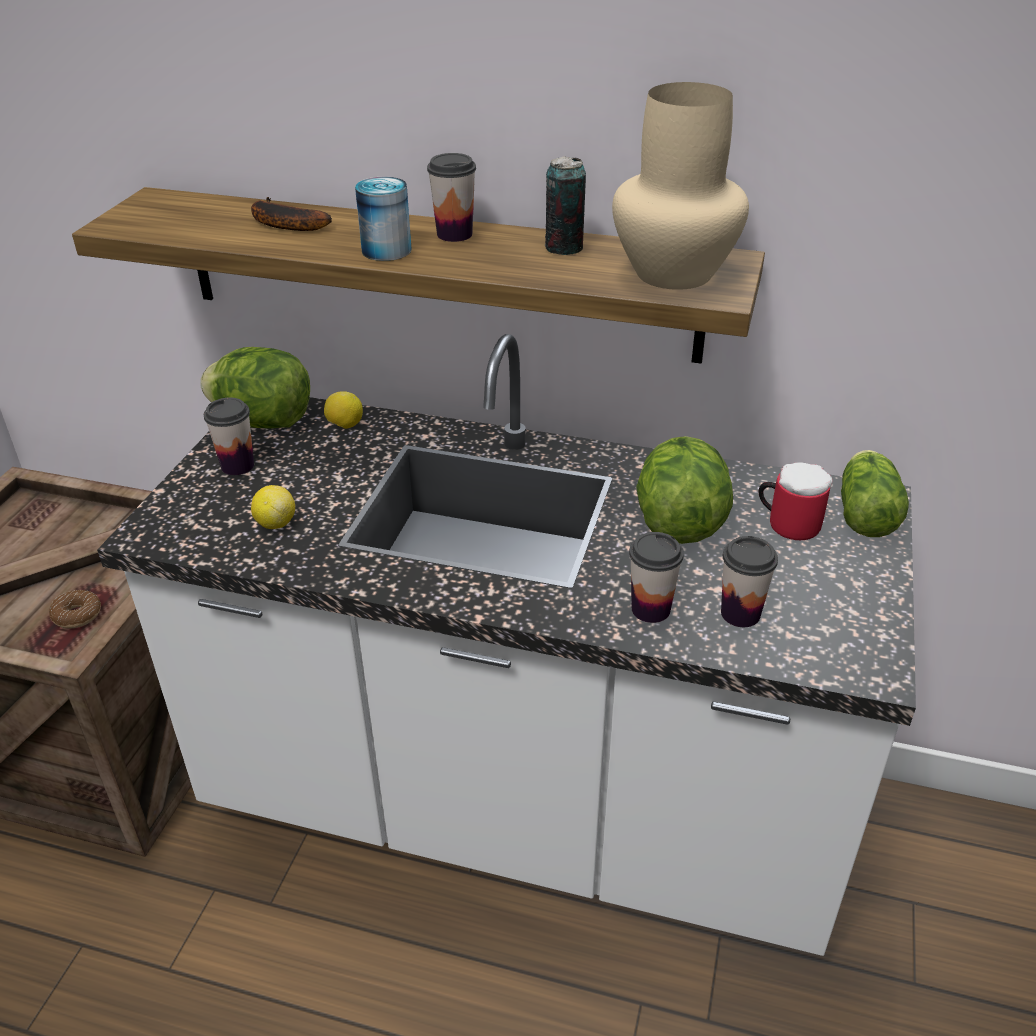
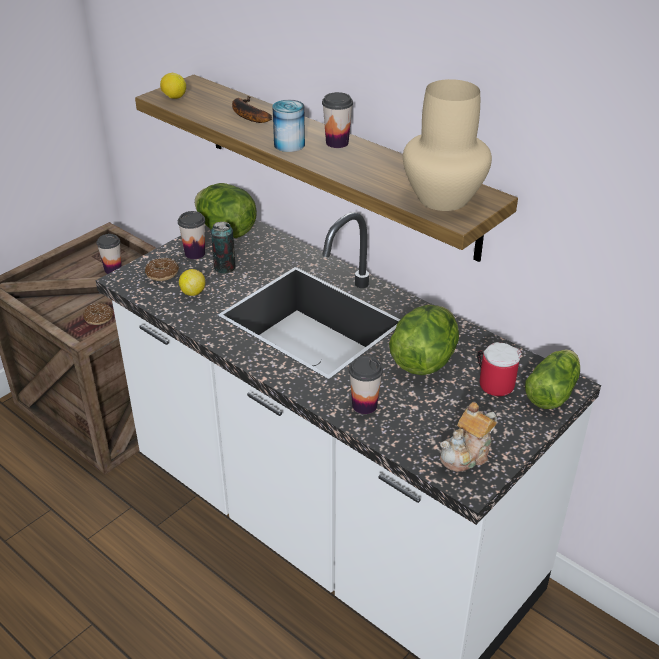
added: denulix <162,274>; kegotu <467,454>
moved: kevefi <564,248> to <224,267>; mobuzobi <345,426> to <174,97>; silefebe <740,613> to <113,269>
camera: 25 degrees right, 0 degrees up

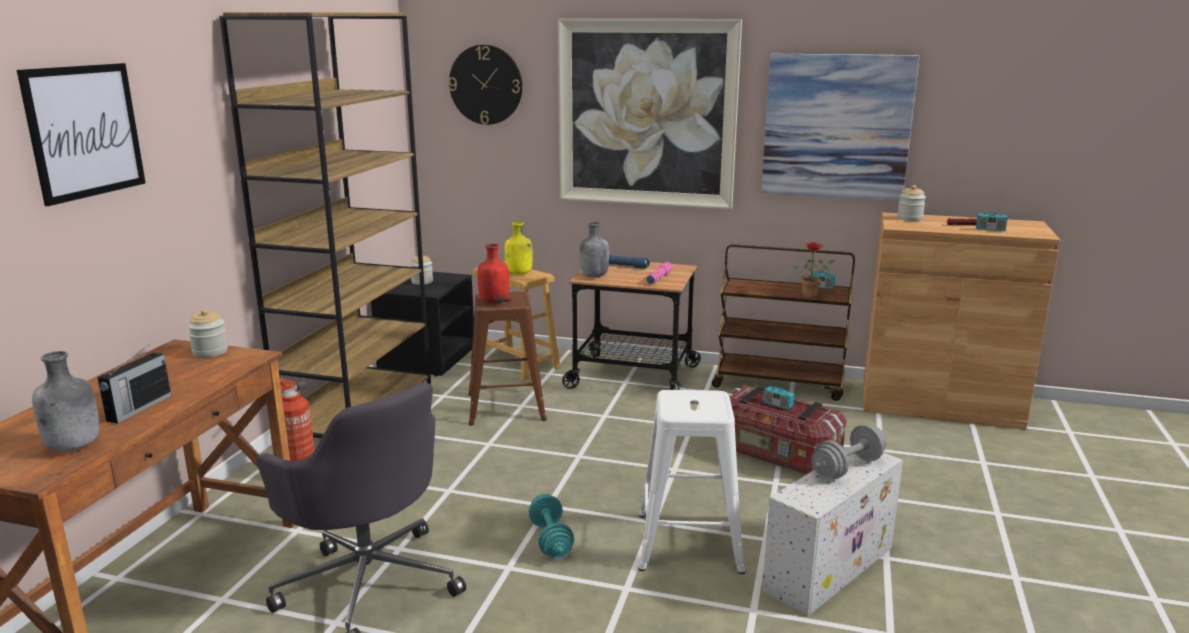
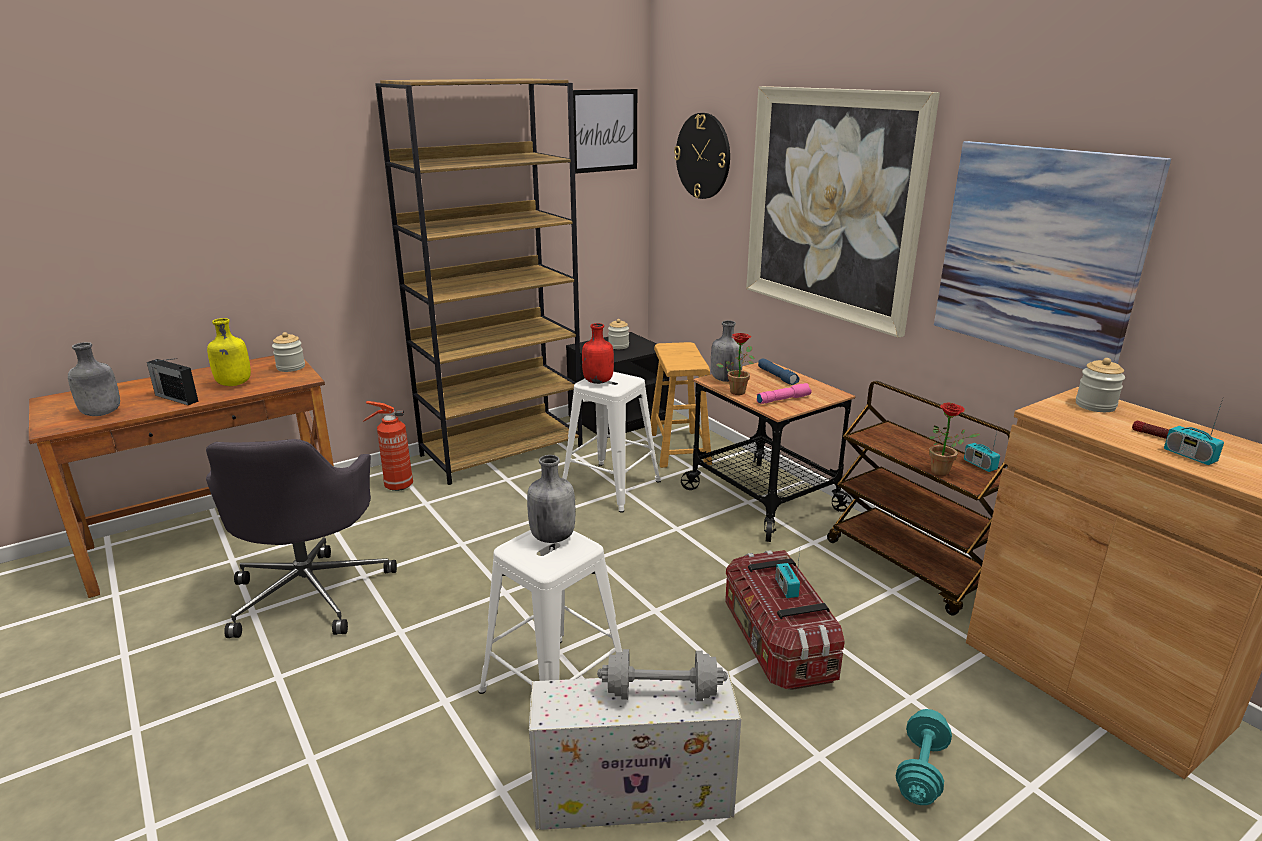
added: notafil <738,391>; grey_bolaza <552,536>
moved: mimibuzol <85,131> to <604,131>; yellow_bolaza <519,273> to <234,384>; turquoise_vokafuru <550,540> to <921,771>
recoloured: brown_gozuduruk <505,407> to white_gozuduruk <609,486>
turned: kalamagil <138,408> = <176,398> 60 degrees clockwise
camera: 40 degrees right, 5 degrees up

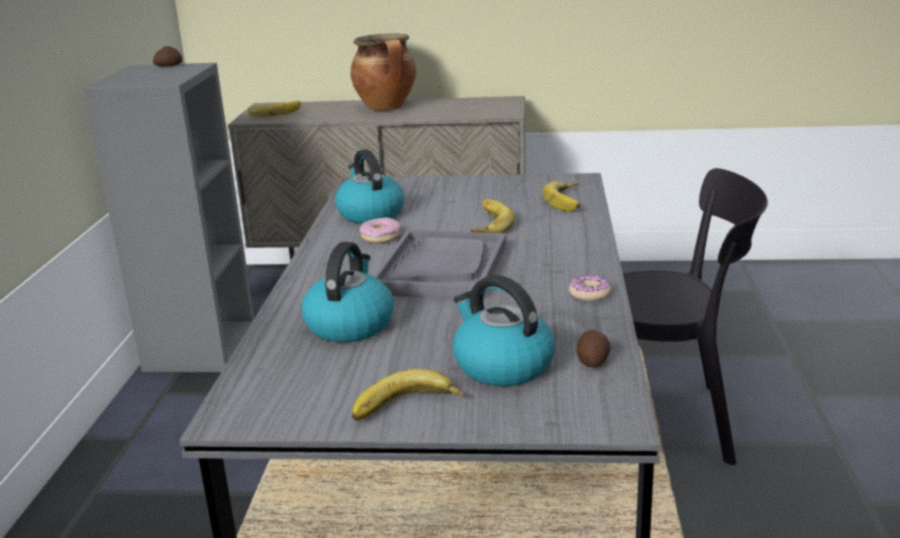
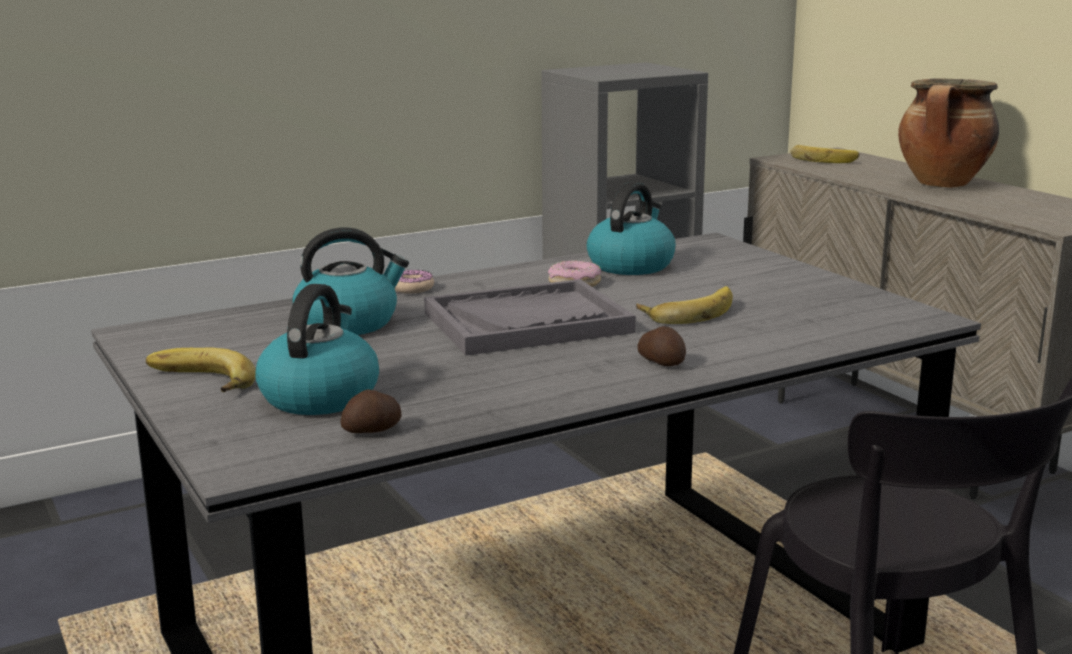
removed: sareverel <569,201>
moved: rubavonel <169,65> to <662,362>; denulix <590,294> to <411,288>
camera: 55 degrees right, 5 degrees down

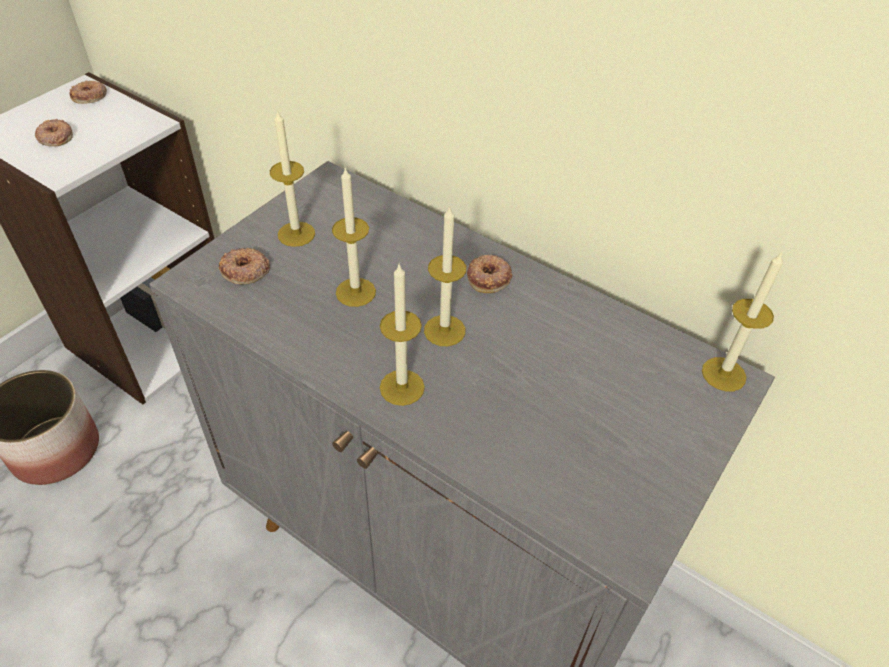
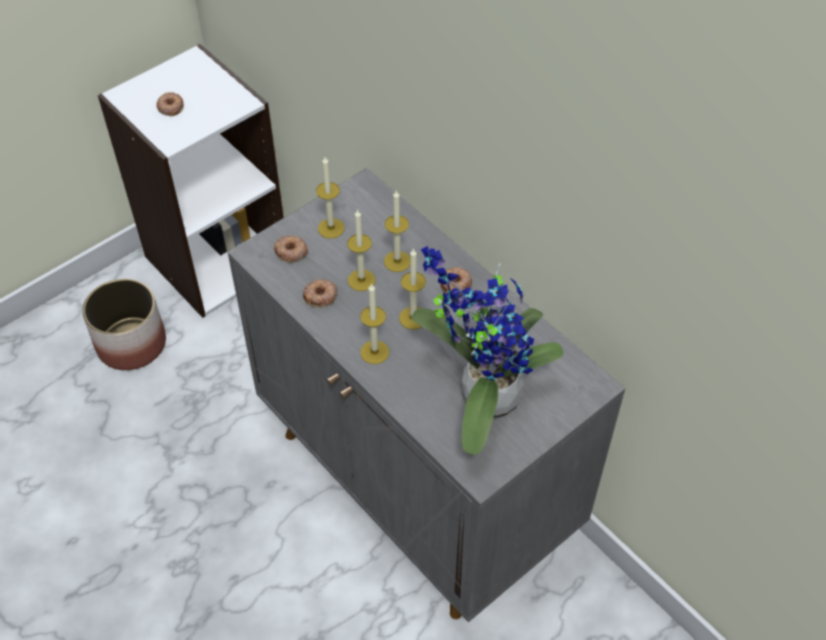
added: notafil <482,396>
moved: denulix <90,96> to <320,296>; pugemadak <723,374> to <397,261>
camera: 15 degrees right, 5 degrees up

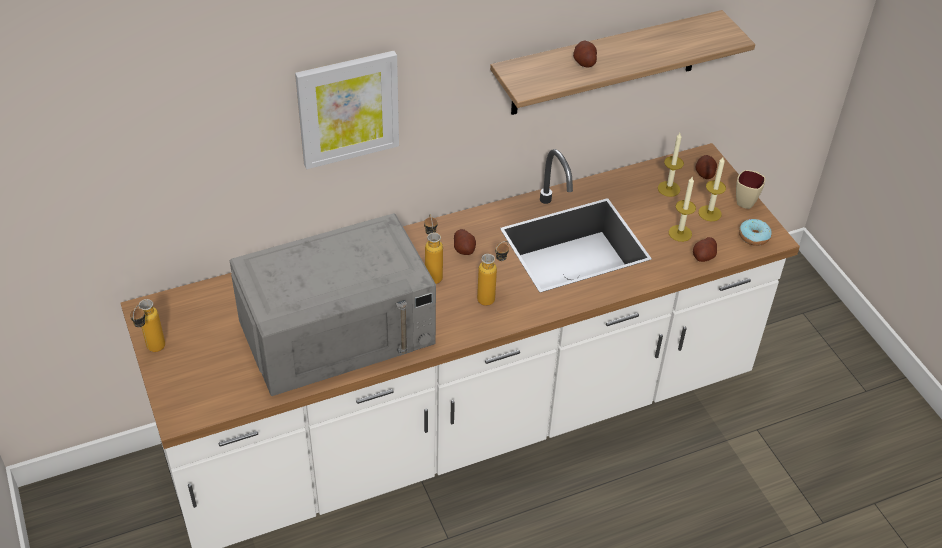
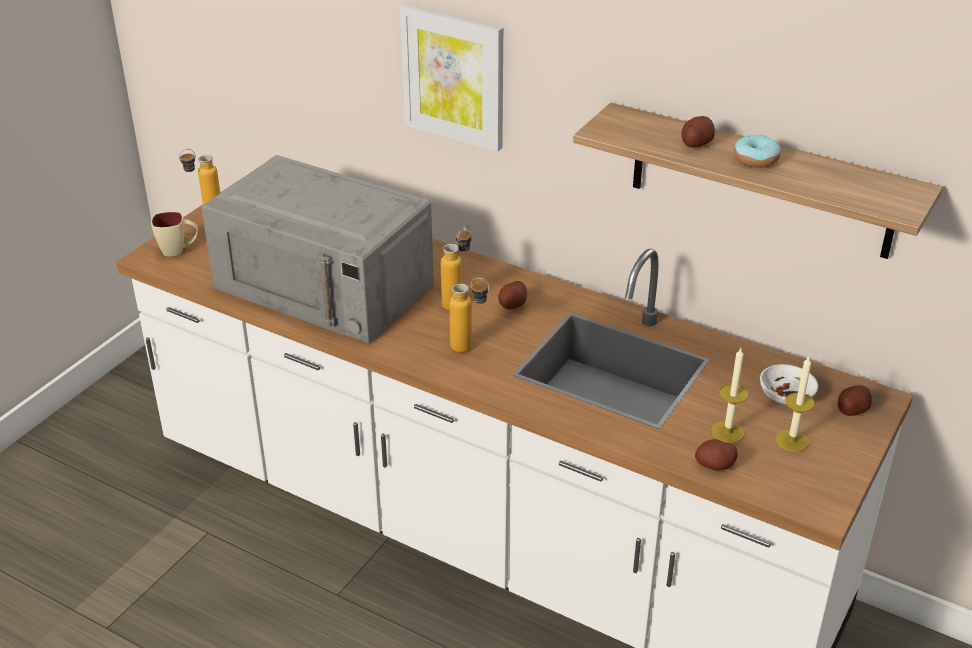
moved: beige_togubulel <747,200> to <179,251>; denulix <754,237> to <756,159>
replaced: pugemadak <668,189> to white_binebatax <786,394>
camera: 55 degrees right, 10 degrees down

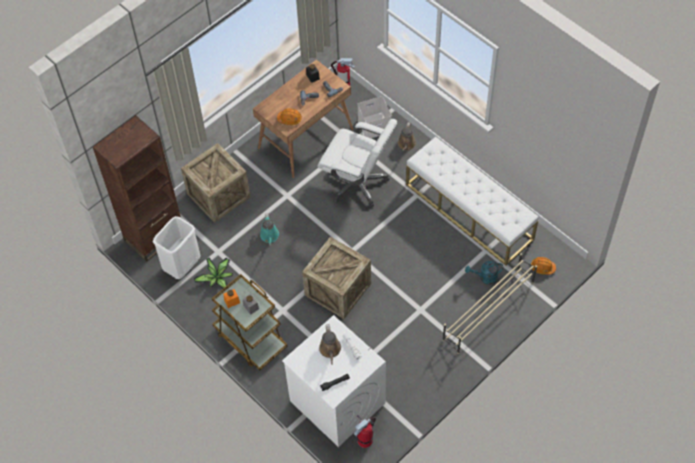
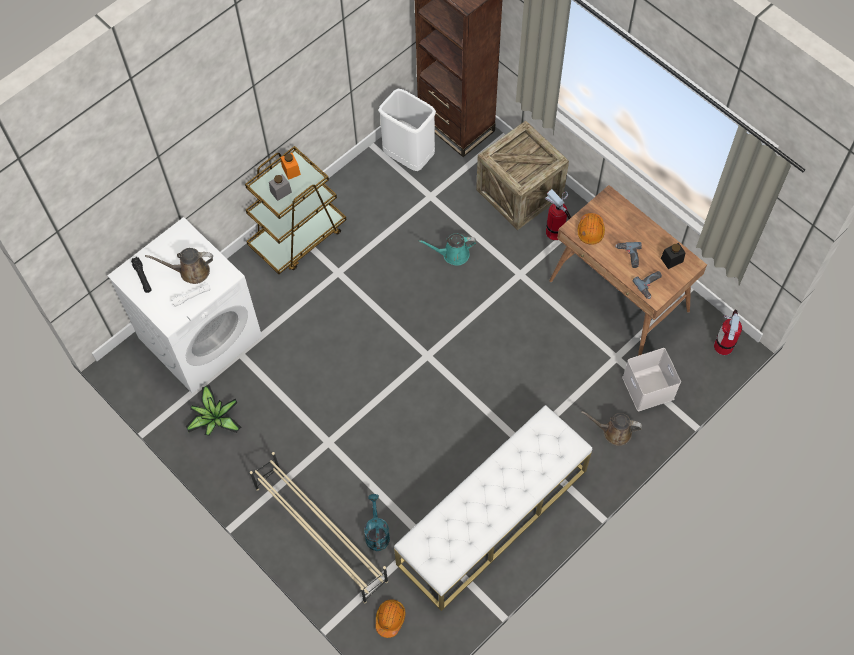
removed: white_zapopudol <357,183>; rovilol <338,289>
moved: notafil <217,278> to <214,419>; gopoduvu <365,440> to <555,232>
camera: 90 degrees right, 5 degrees up

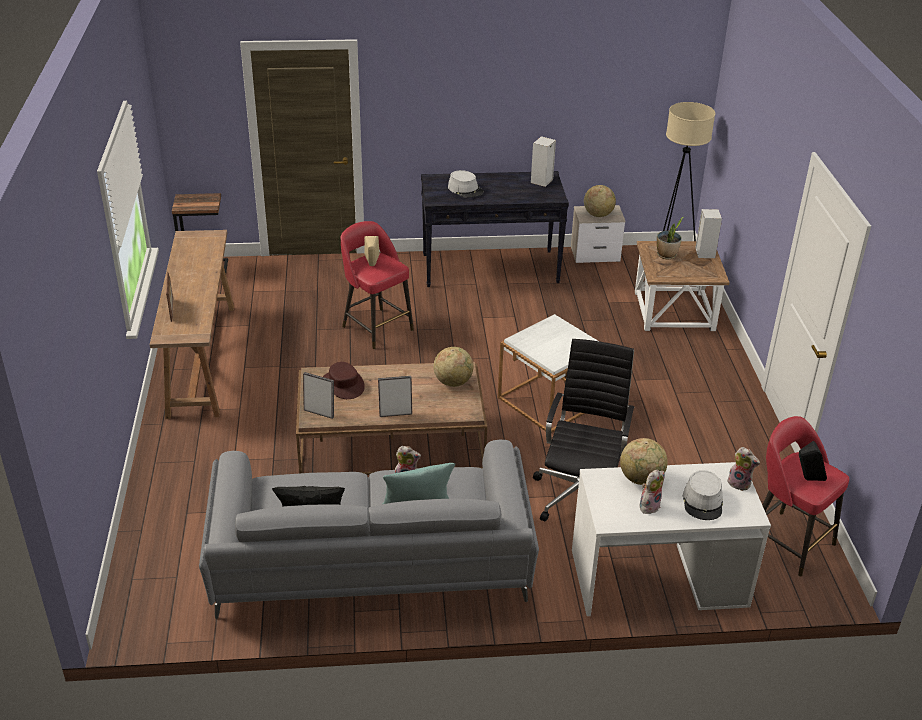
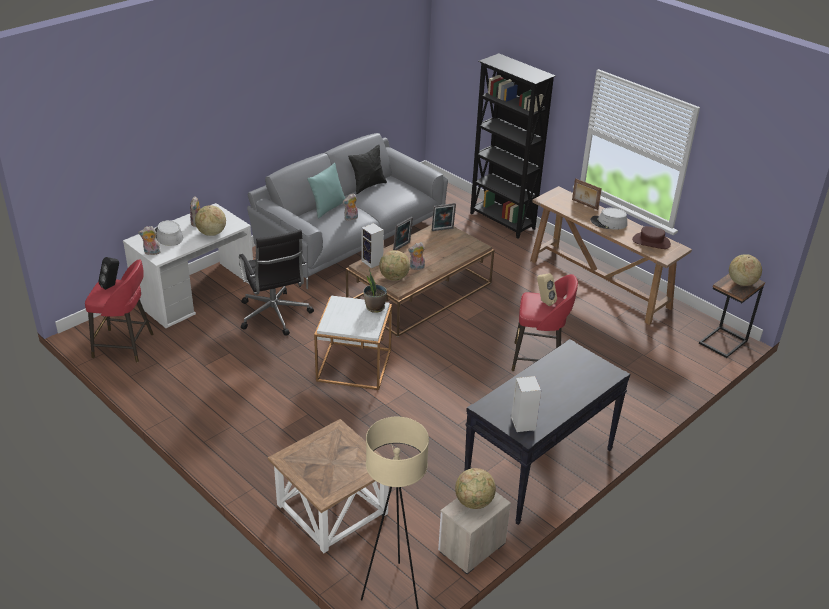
added: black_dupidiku <502,221>; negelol <416,268>; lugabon <741,283>
moved: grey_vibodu <465,189> to <608,223>; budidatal <704,252> to <373,262>; notafil <666,255> to <375,307>; brown_vibodu <344,384> to <651,242>
camera: 140 degrees right, 0 degrees up

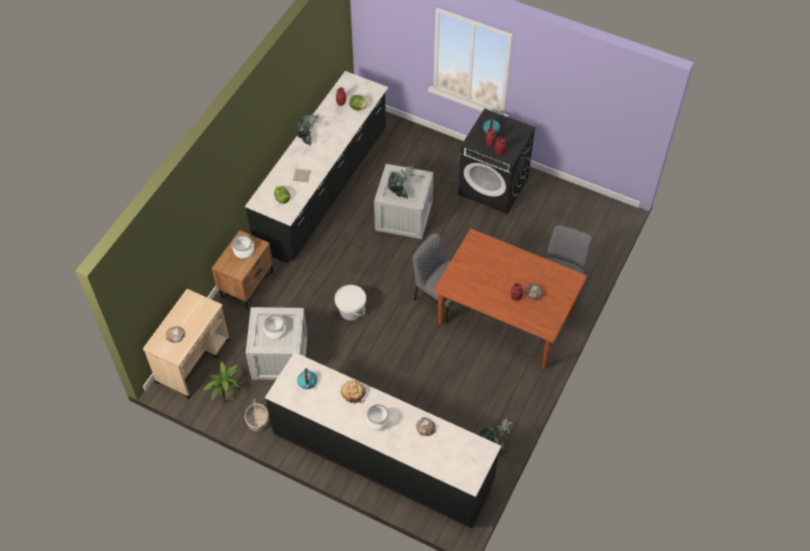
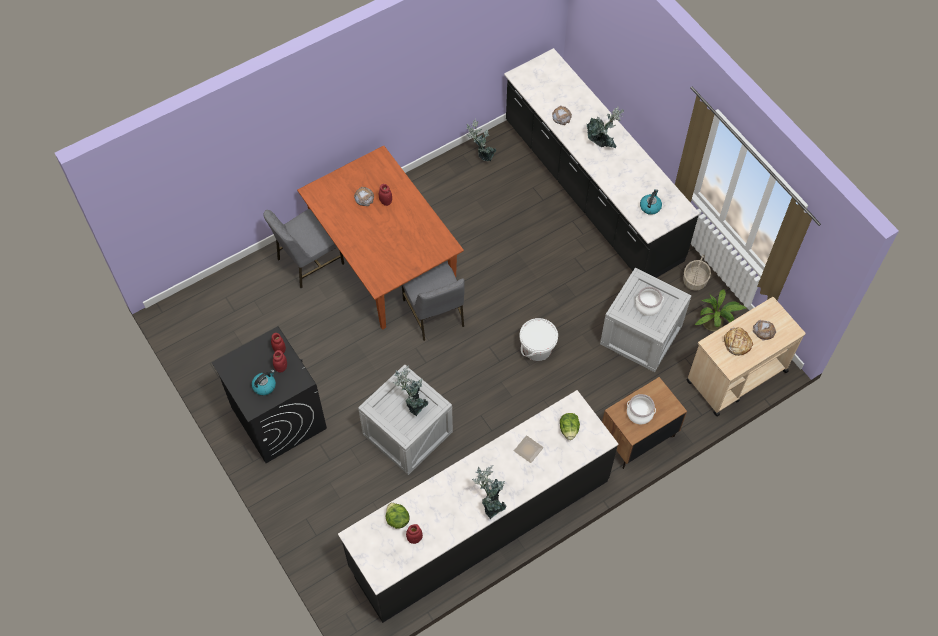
moved: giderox <353,393> to <736,343>
replaced: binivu <377,421> to notafil <602,142>
camera: 150 degrees left, 5 degrees up

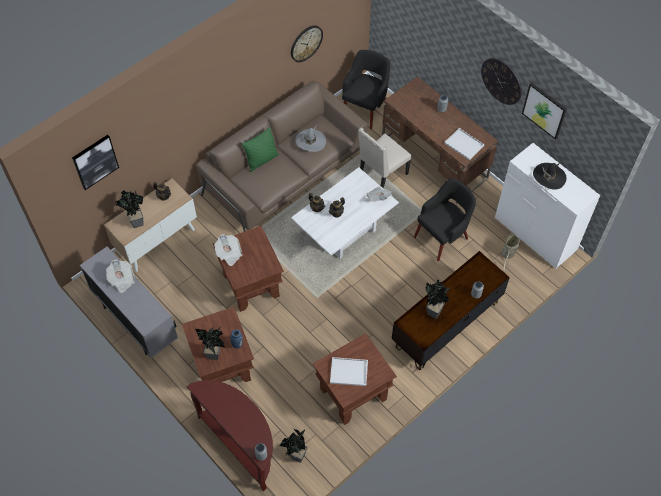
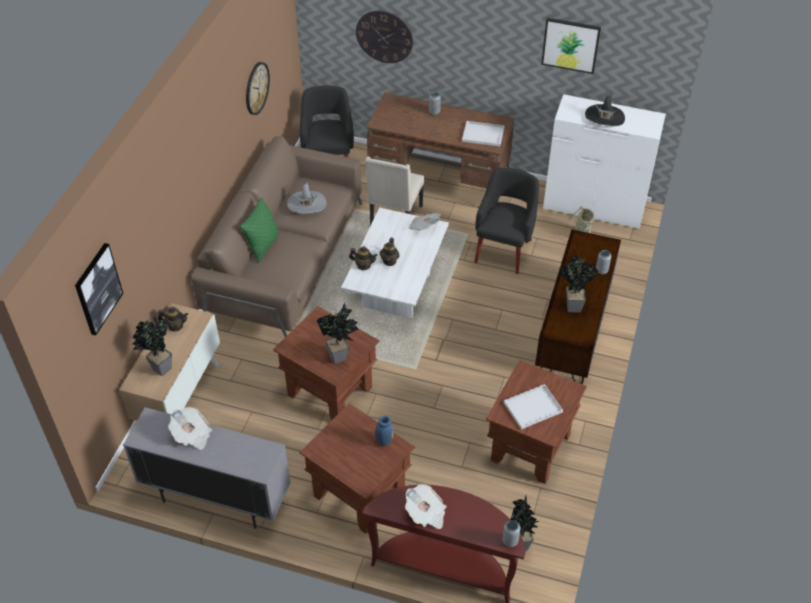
moved: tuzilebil <501,81> to <384,36>; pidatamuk <229,254> to <426,513>; notafil <215,356> to <341,357>
camera: 30 degrees left, 10 degrees down

